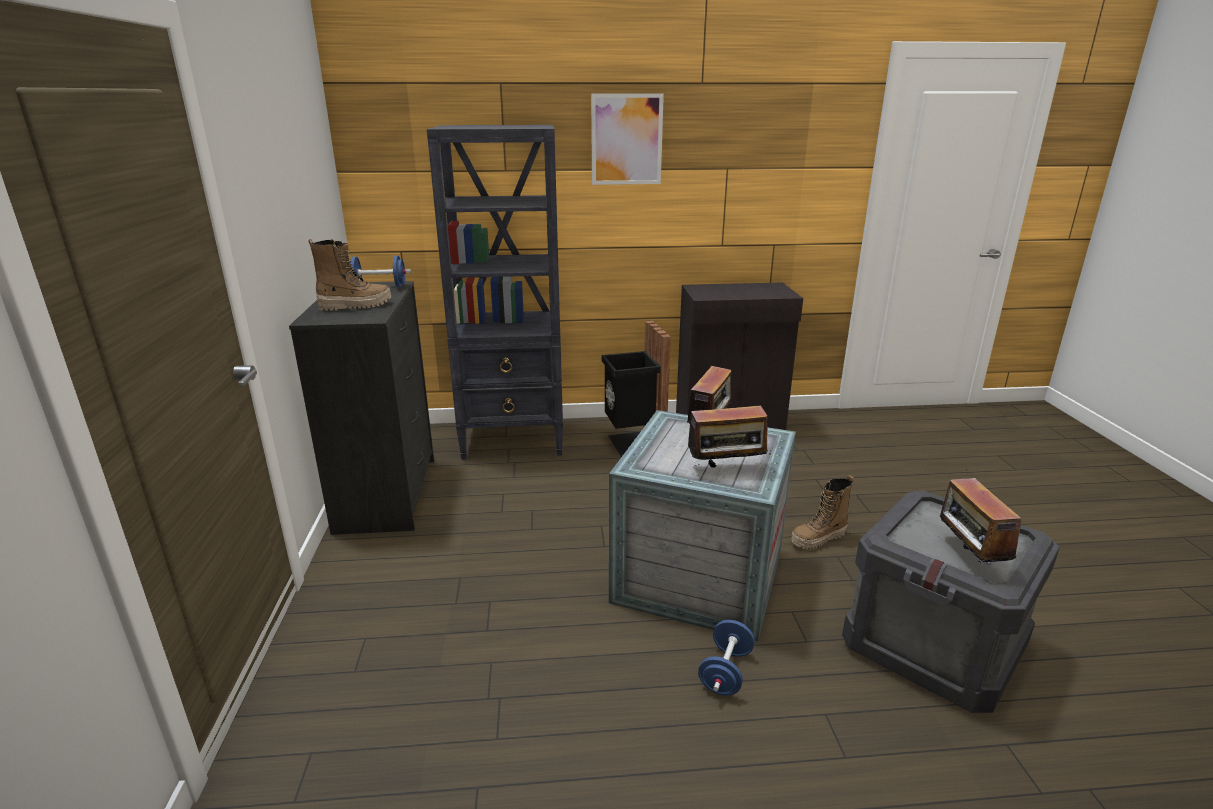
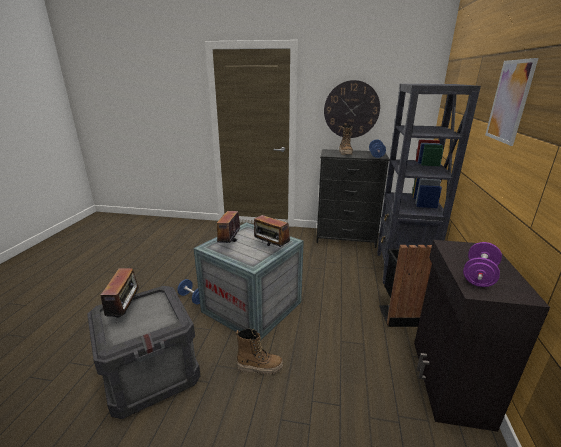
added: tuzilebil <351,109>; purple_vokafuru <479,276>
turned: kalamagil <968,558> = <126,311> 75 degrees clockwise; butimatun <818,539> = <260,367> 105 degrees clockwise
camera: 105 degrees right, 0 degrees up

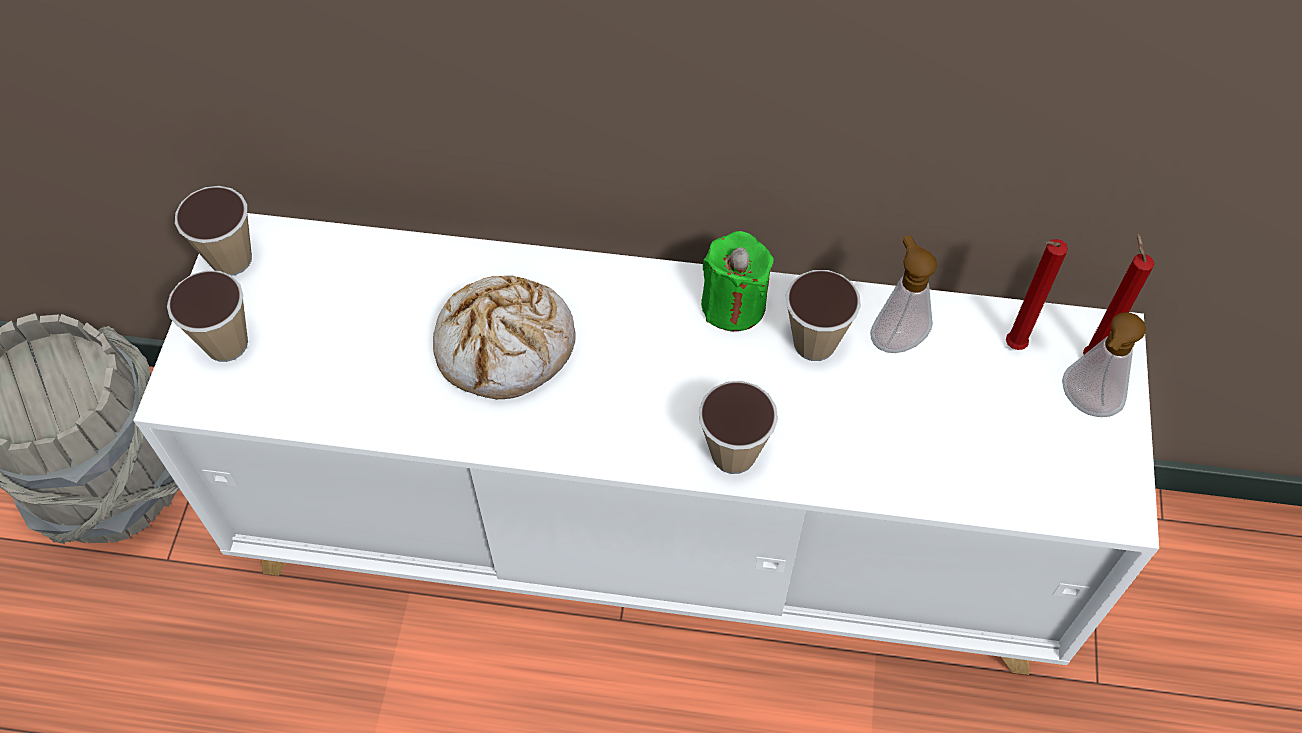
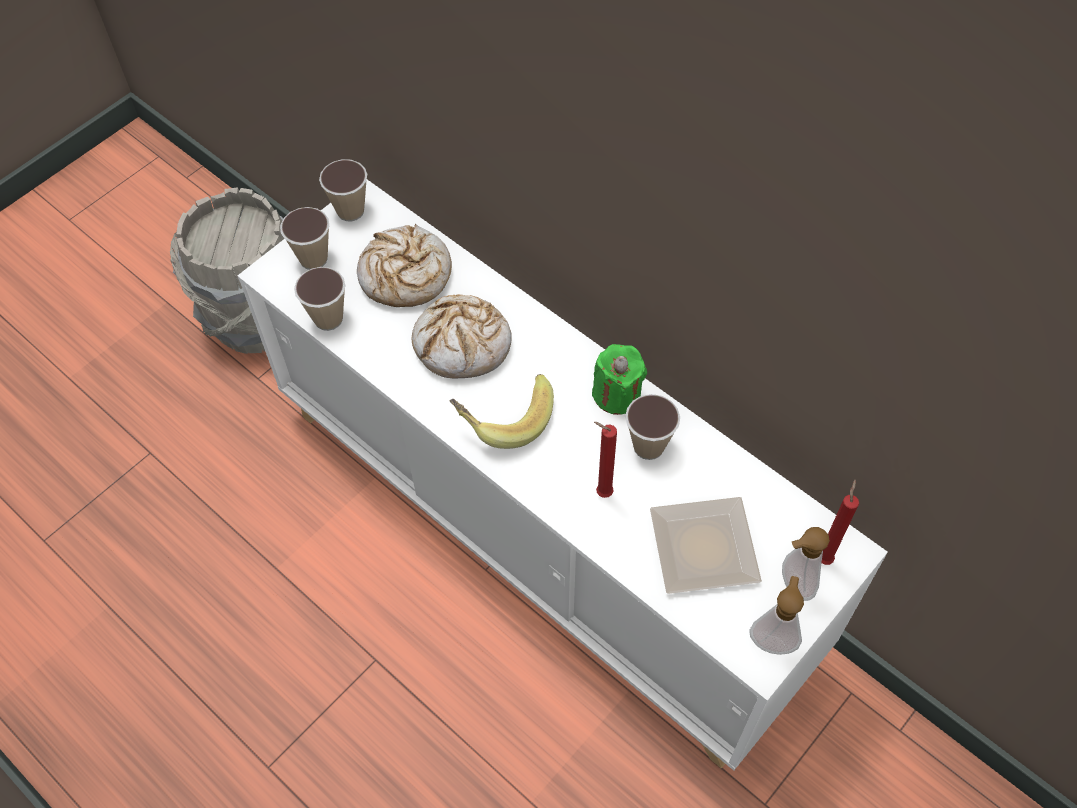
added: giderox <405,276>; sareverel <504,417>; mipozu <706,544>
moved: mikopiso <895,338> to <773,639>; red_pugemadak <1011,347> to <601,493>; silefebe <733,454> to <328,319>
camera: 35 degrees right, 0 degrees up

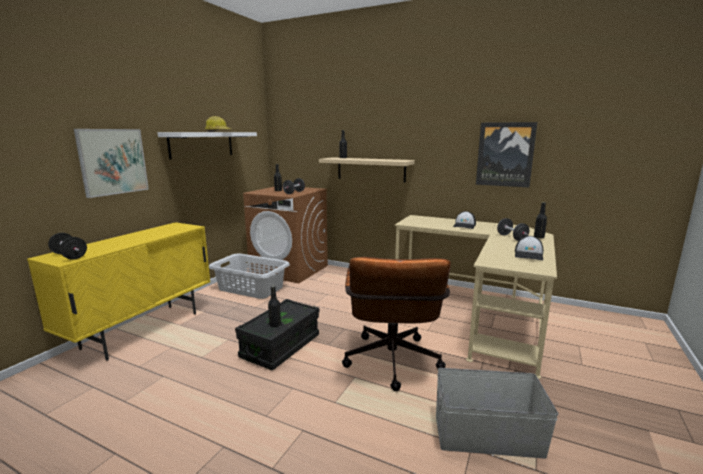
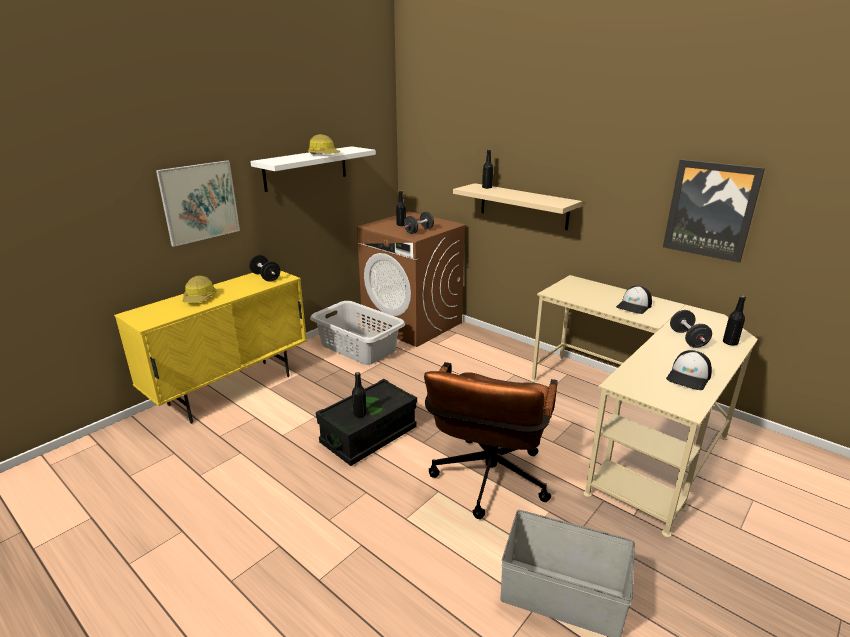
added: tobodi <200,298>
moved: black_vokafuru <69,256> to <265,277>
camera: 15 degrees right, 10 degrees up

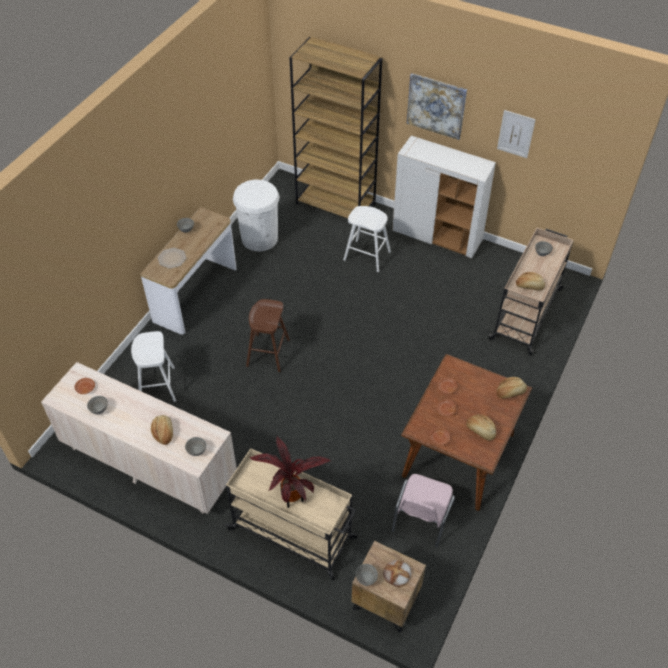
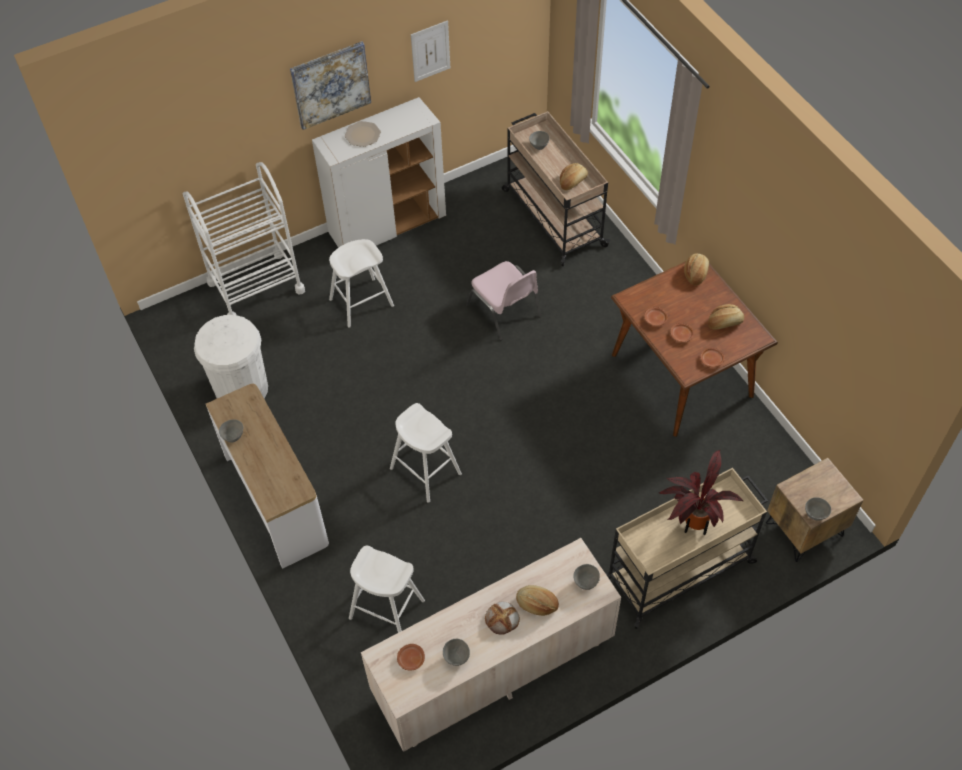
moved: mipozu <172,258> to <362,134>; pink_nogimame <421,518> to <504,311>; giderox <397,574> to <502,619>
replaced: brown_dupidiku <336,204> to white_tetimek <256,287>
recoloured: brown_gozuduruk <268,353> to white_gozuduruk <425,471>
camera: 55 degrees left, 5 degrees up

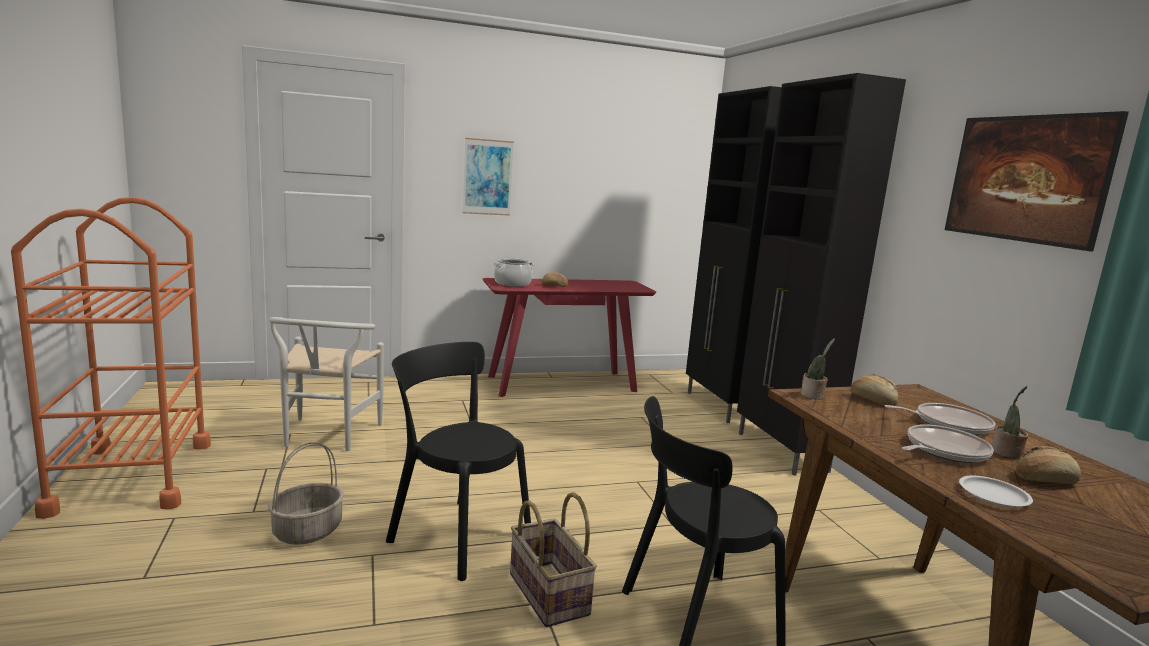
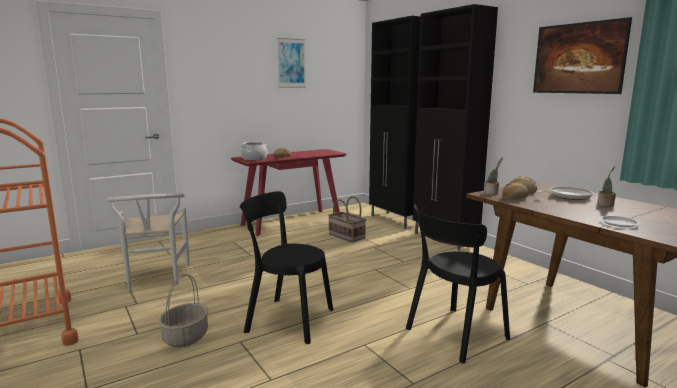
removed: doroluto <943,450>
moved: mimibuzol <487,177> to <291,63>; giderox <1044,480> to <514,198>; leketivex <547,594> to <346,236>
camera: 15 degrees left, 0 degrees up

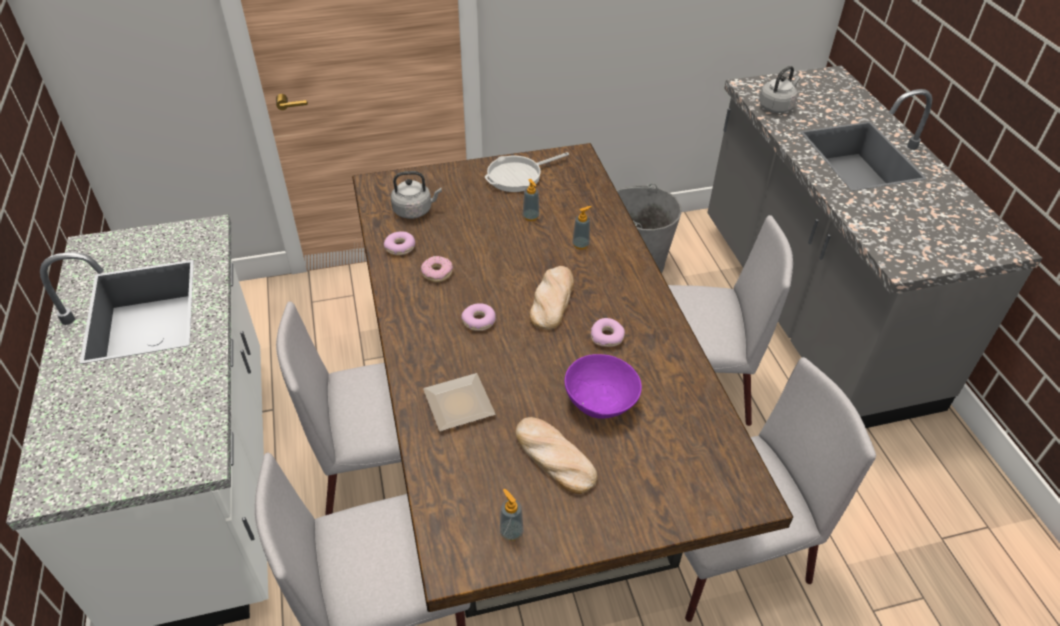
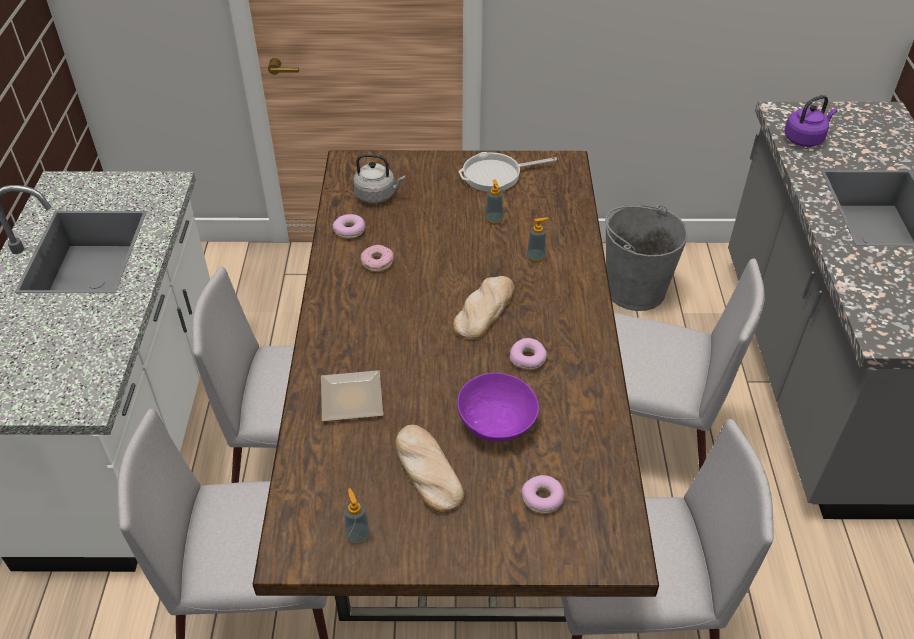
moved: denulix <479,321> to <542,498>
recoloured: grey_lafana <776,106> to purple_lafana <805,139>
camera: 15 degrees right, 0 degrees up

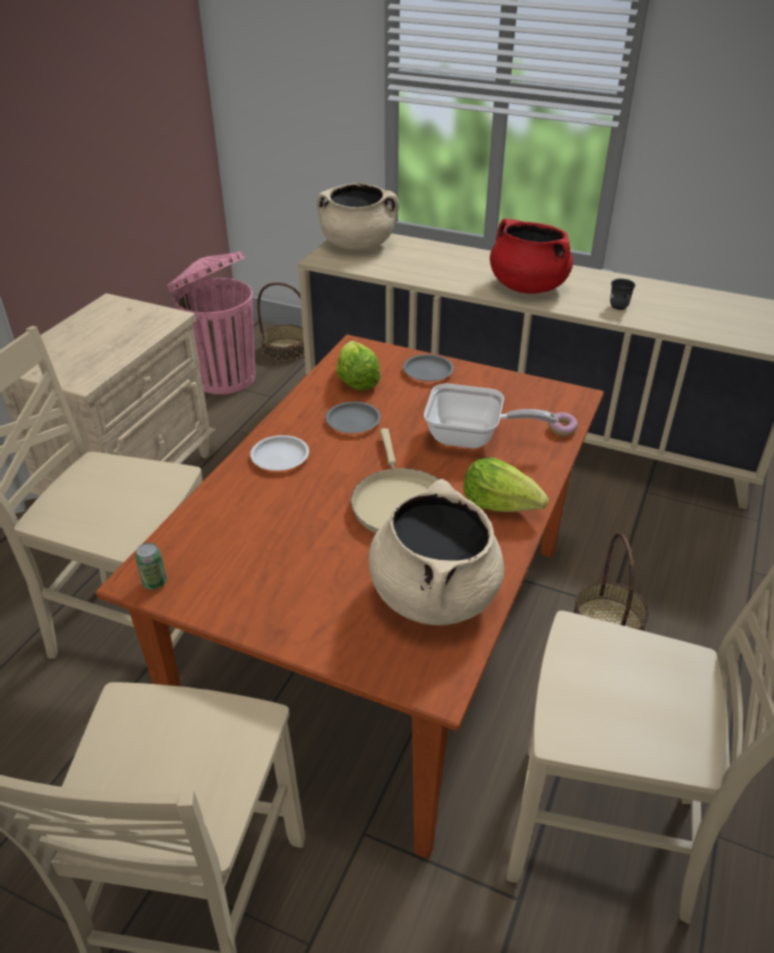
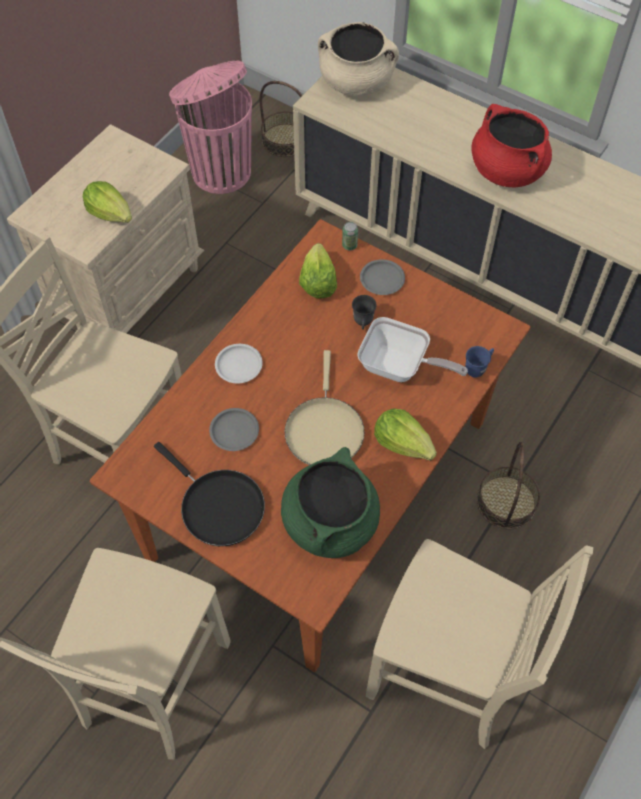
added: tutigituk <110,213>; black_doroluto <218,506>
moved: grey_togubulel <620,308> to <363,323>; grey_mipozu <352,421> to <234,432>; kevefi <155,582> to <349,245>
replaced: denulix <562,429> to blue_togubulel <478,368>
recoloured: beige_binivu <434,594> to green_binivu <330,522>
camera: 10 degrees right, 20 degrees up

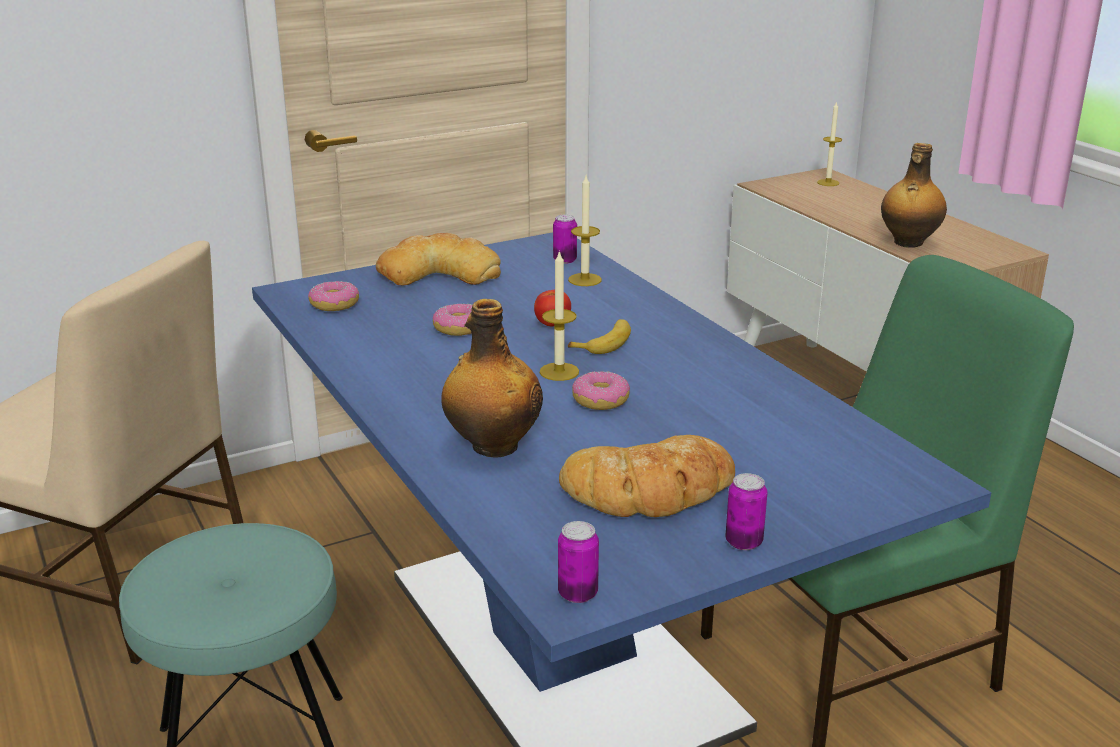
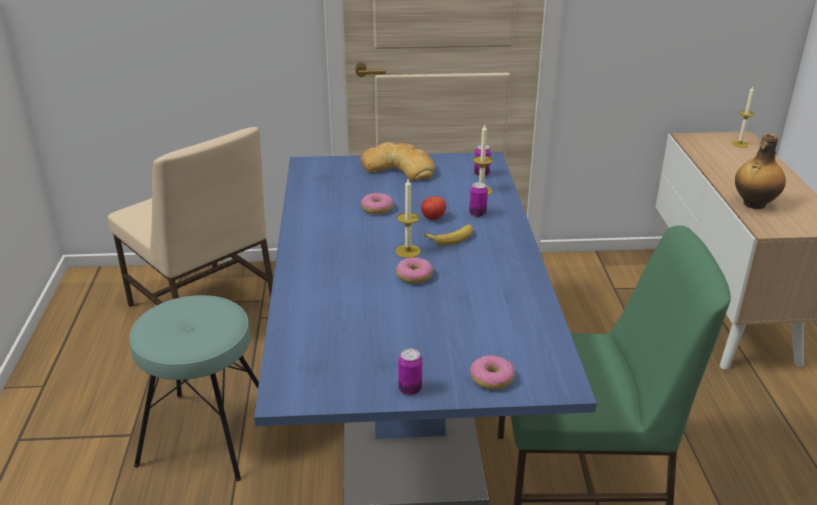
removed: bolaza <493,446>; giderox <650,491>
moved: denulix <335,304> to <492,378>; kevefi <577,594> to <477,214>
camera: 25 degrees right, 5 degrees up

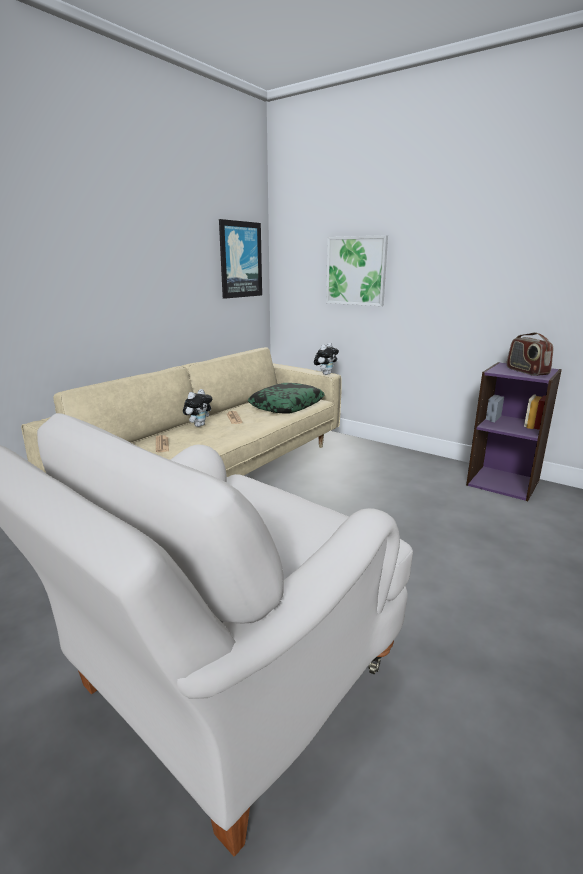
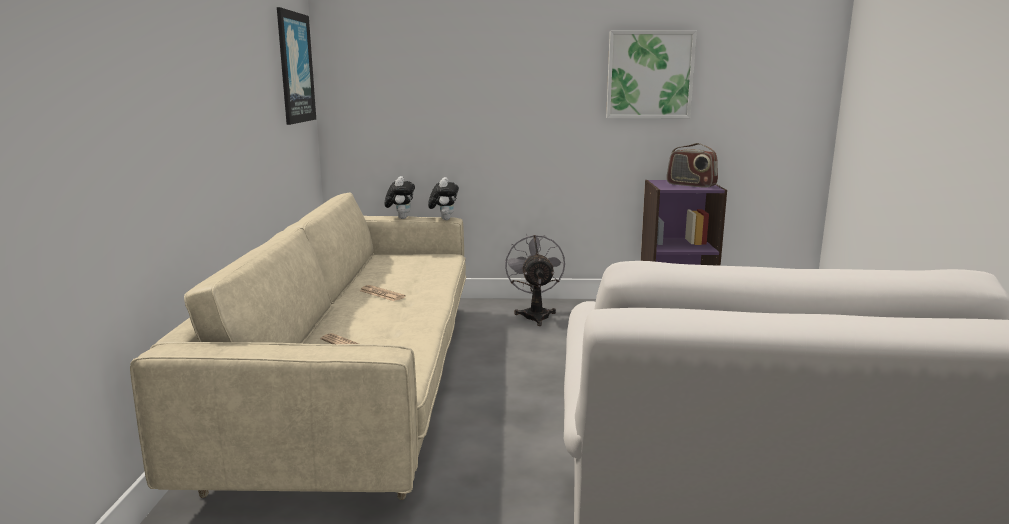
removed: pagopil <286,405>
added: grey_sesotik <535,314>
moved: mimibuzol <356,271> to <649,75>; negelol <199,425> to <401,218>
camera: 35 degrees left, 5 degrees down

